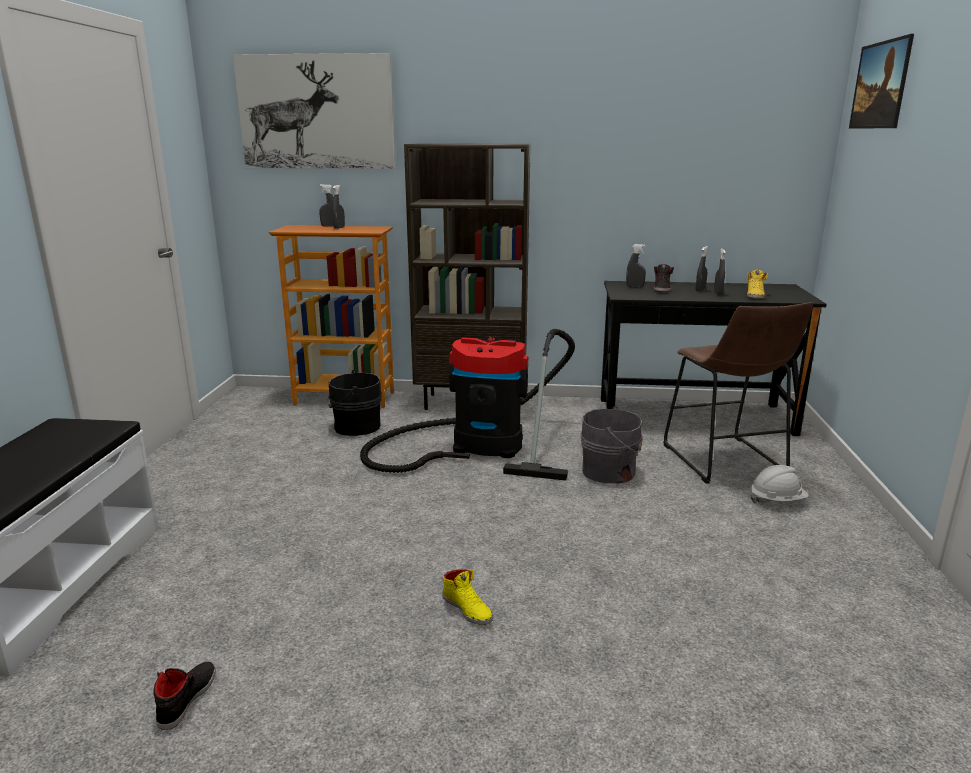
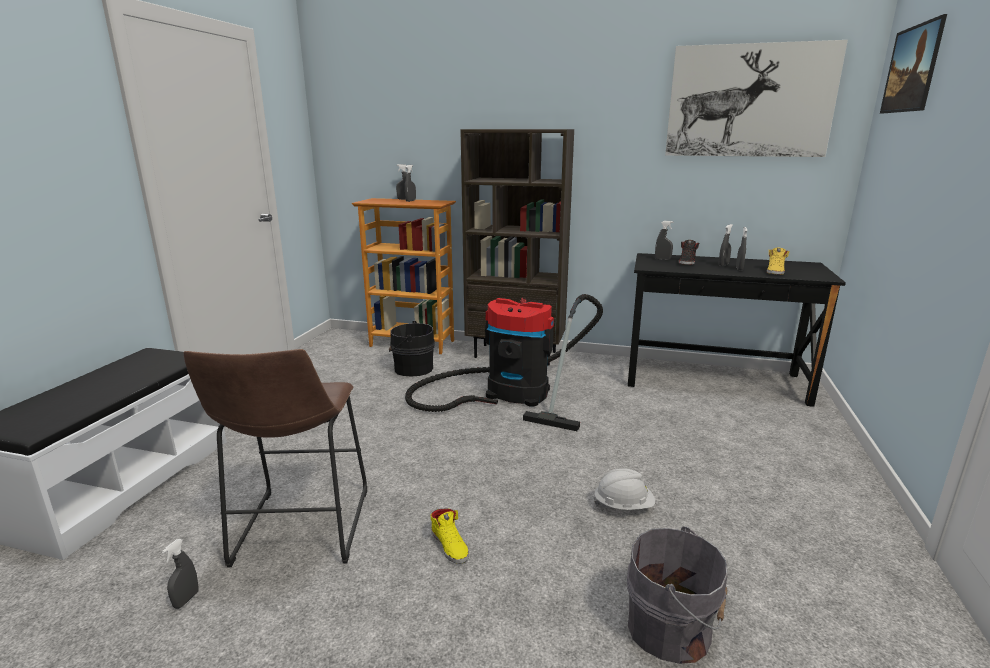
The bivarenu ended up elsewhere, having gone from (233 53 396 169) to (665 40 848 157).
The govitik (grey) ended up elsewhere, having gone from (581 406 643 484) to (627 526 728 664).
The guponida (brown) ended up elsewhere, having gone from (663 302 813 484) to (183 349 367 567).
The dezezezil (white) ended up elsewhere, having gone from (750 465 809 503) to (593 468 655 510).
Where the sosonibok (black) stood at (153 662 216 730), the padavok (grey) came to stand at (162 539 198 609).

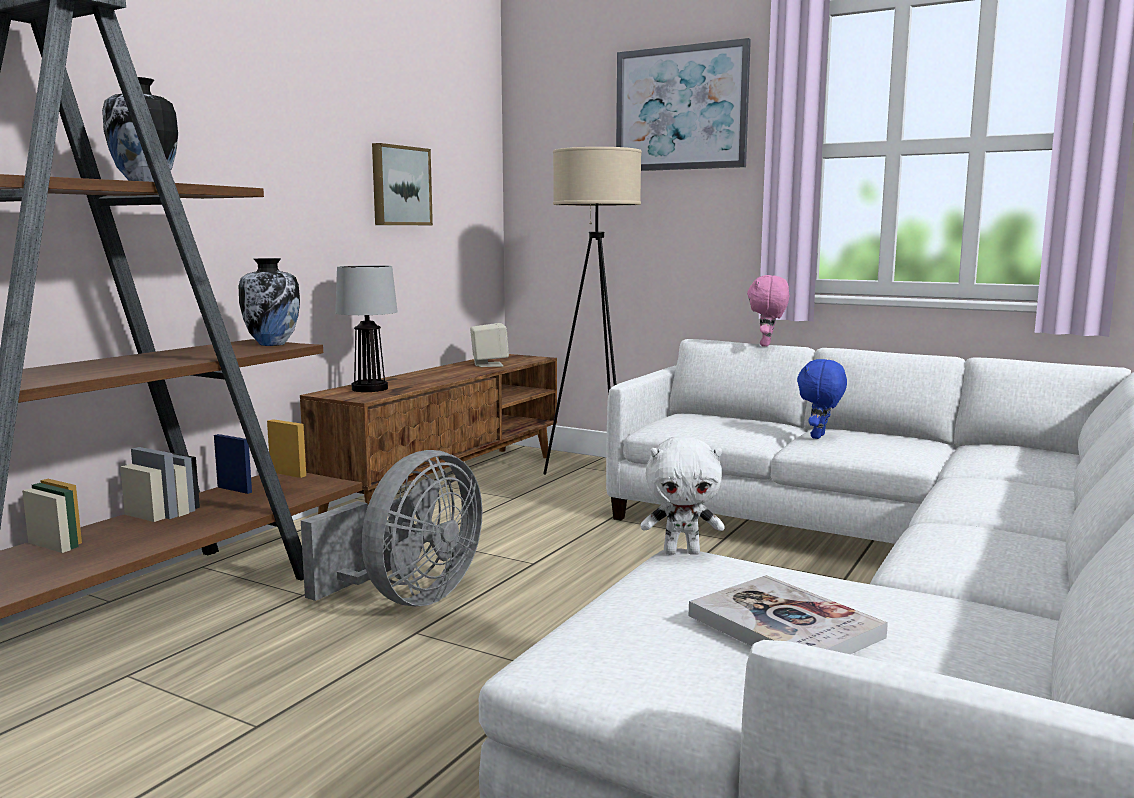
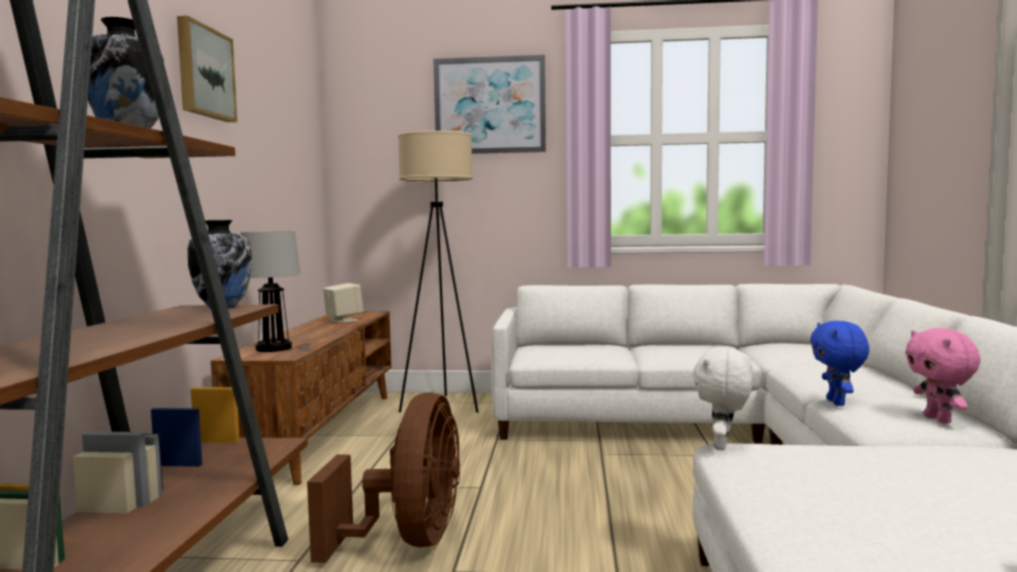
The second view lost the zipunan at (689 575 888 654).
The bivarenu ended up elsewhere, having gone from (372 143 433 225) to (177 16 237 122).
The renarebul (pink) ended up elsewhere, having gone from (747 275 789 347) to (905 328 980 423).
The renarebul (blue) ended up elsewhere, having gone from (797 359 847 439) to (810 321 869 406).
What was the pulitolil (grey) at (301 450 483 606) turned into the pulitolil (brown) at (307 393 460 563).
The renarebul (white) at (641 436 725 555) ended up facing another way, 135 degrees clockwise from before.

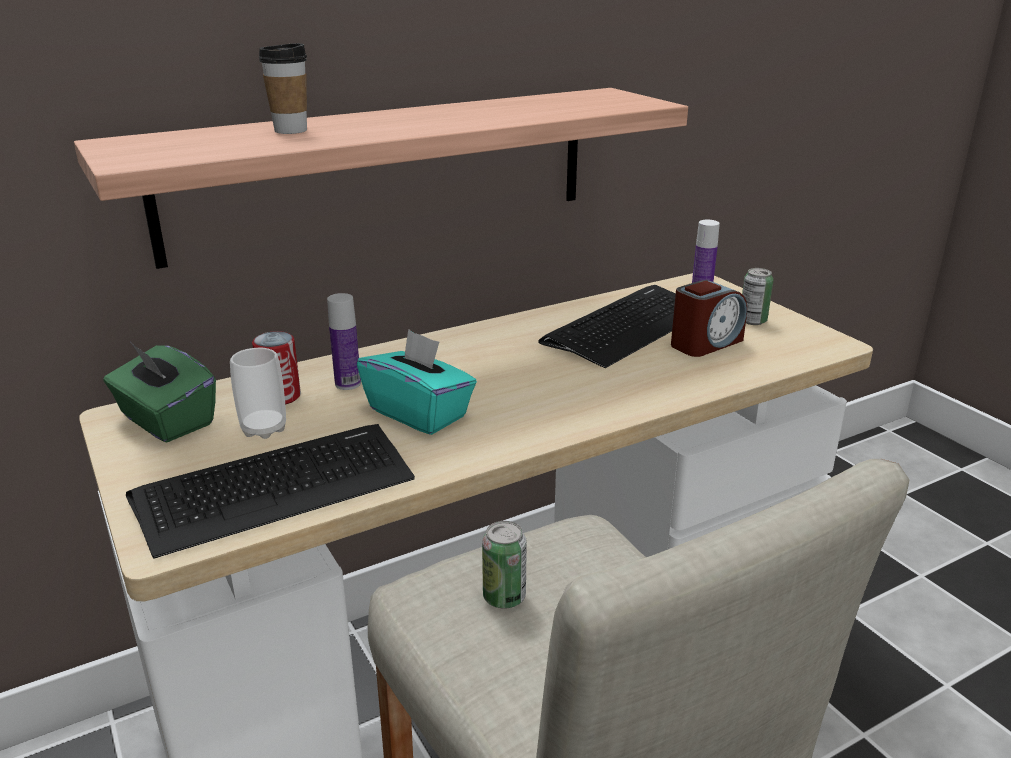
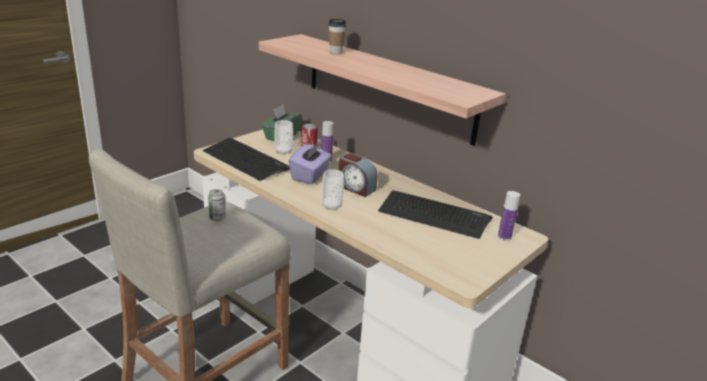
The second view lost the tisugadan at (742 268 773 325).
The second view gained the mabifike at (322 169 344 210).
The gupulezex ended up elsewhere, having gone from (671 280 747 357) to (339 153 377 197).
What was the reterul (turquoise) at (357 329 477 435) turned into the reterul (purple) at (288 142 332 184).

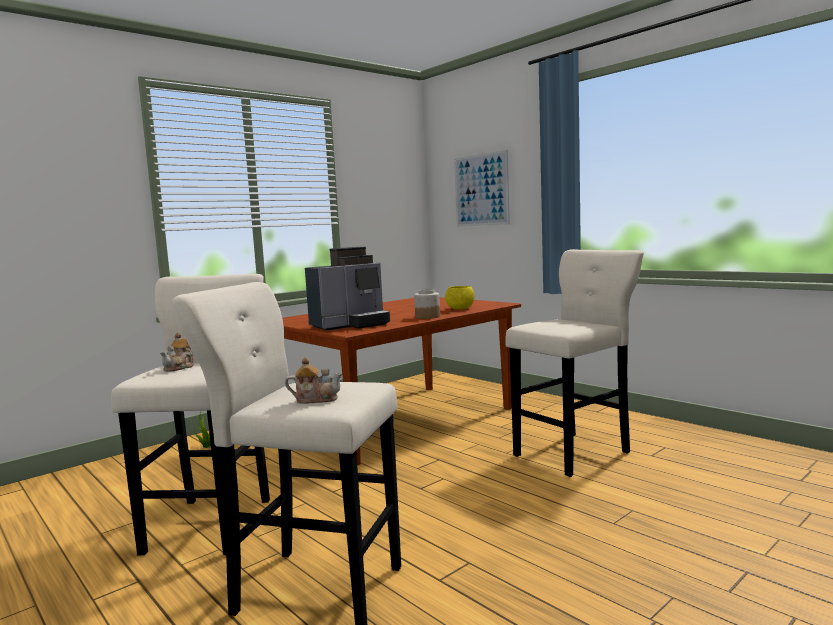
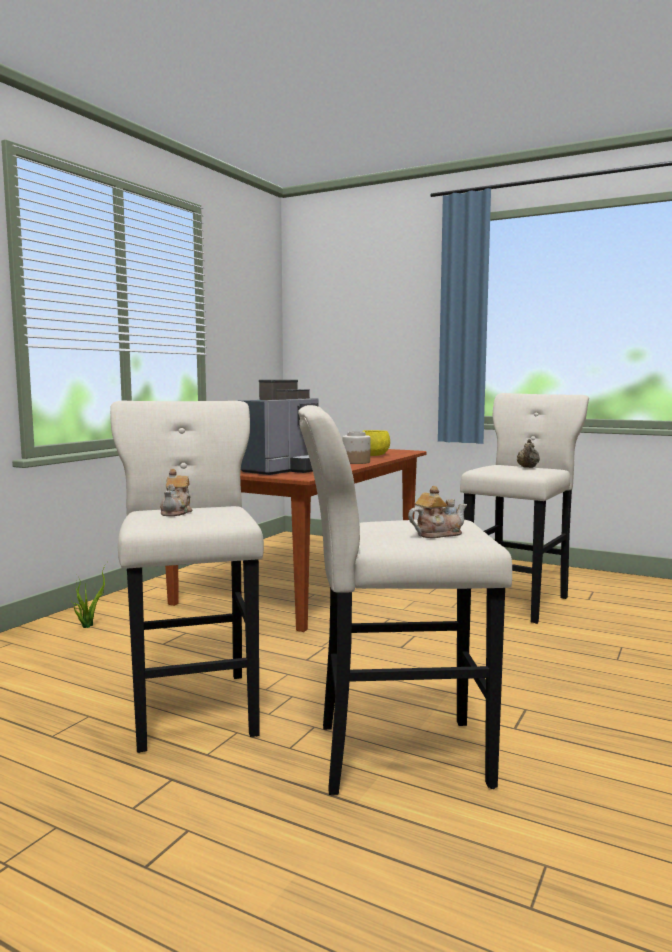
The second view lost the bivarenu at (454 150 510 227).
The second view gained the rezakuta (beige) at (517 439 540 468).

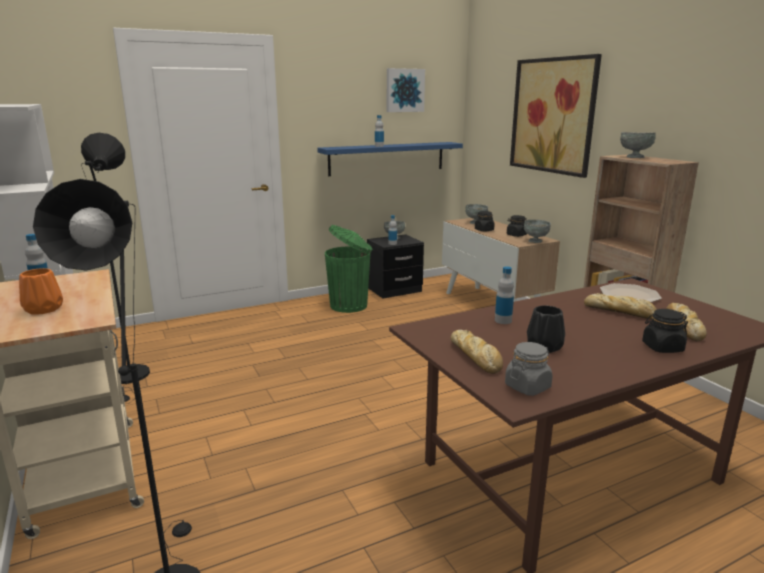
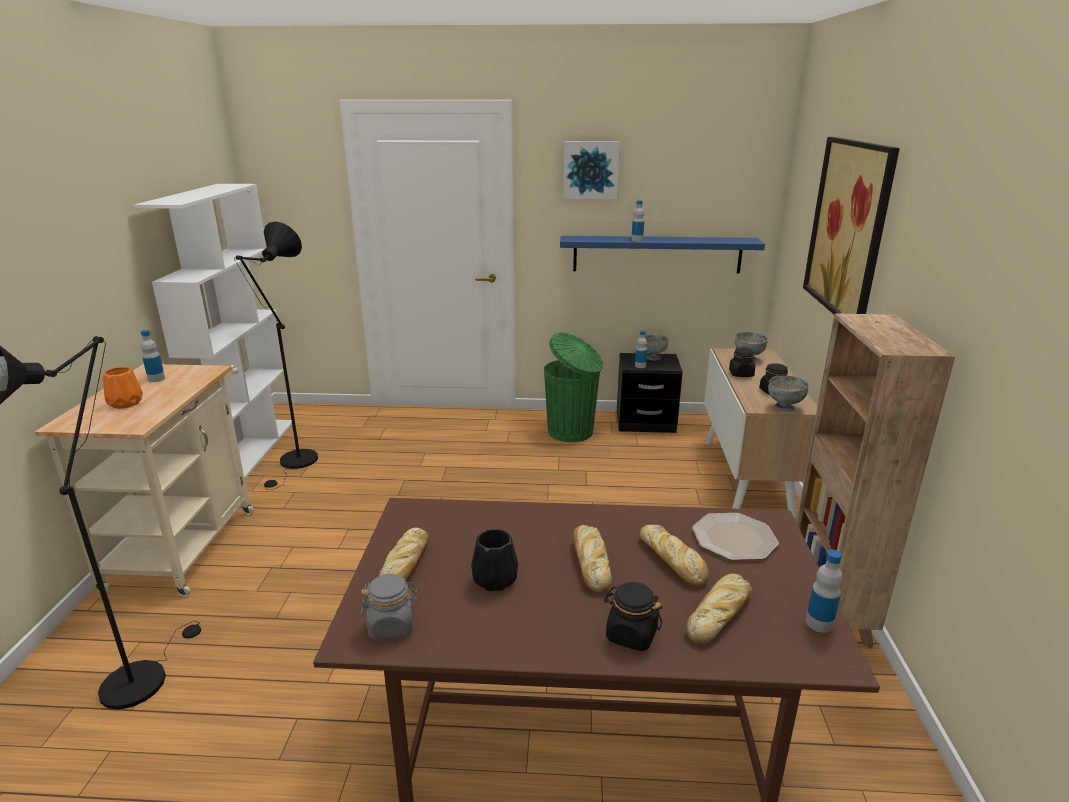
The second view lost the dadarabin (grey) at (620 132 656 158).
The second view gained the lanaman at (573 525 612 594).
The bivarenu ended up elsewhere, having gone from (387 68 425 112) to (563 141 620 199).
The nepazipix ended up elsewhere, having gone from (495 267 514 324) to (806 550 842 633).

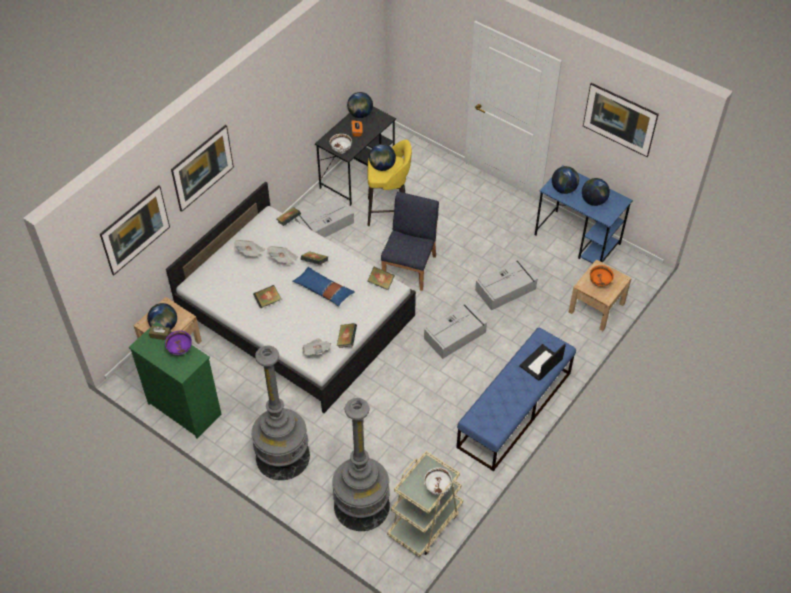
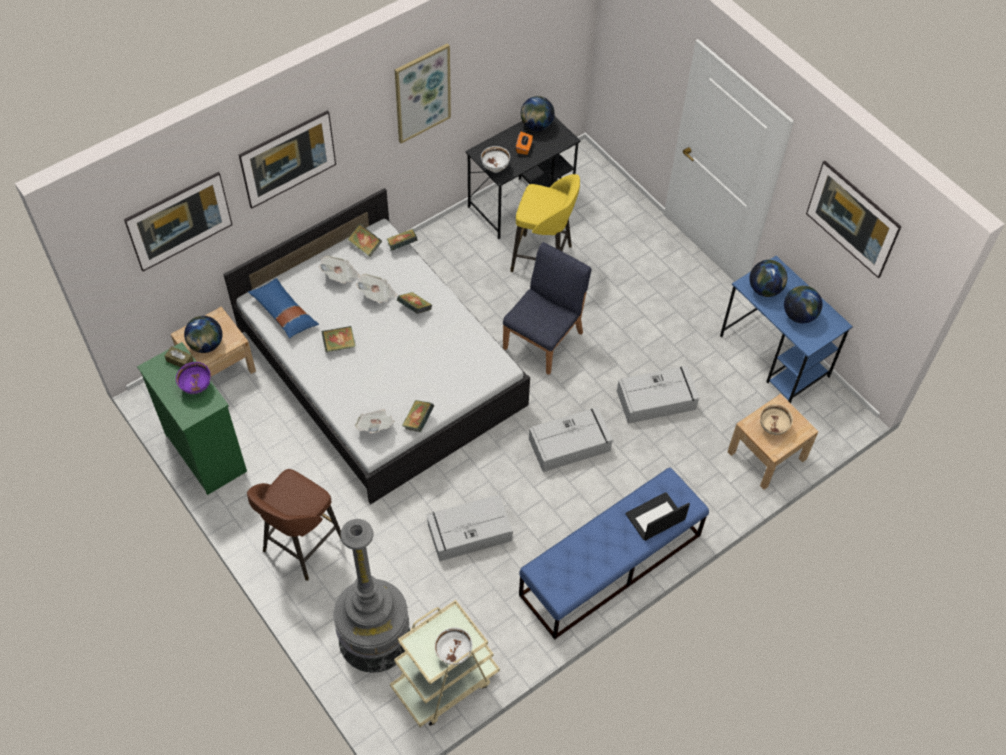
The second view lost the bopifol at (369 144 396 171).
The second view gained the bivarenu at (395 43 451 144).
The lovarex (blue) ended up elsewhere, having gone from (293 267 355 306) to (248 278 319 339).
The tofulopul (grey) ended up elsewhere, having gone from (295 196 354 238) to (426 495 513 561).
The zipunan ended up elsewhere, having gone from (368 266 395 290) to (347 224 382 257).
Where the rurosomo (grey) stood at (251 346 310 480), the guponida (brown) came to stand at (247 469 341 581).
What was the dadarabin (orange) at (590 265 614 287) turned into the dadarabin (beige) at (760 404 793 435).

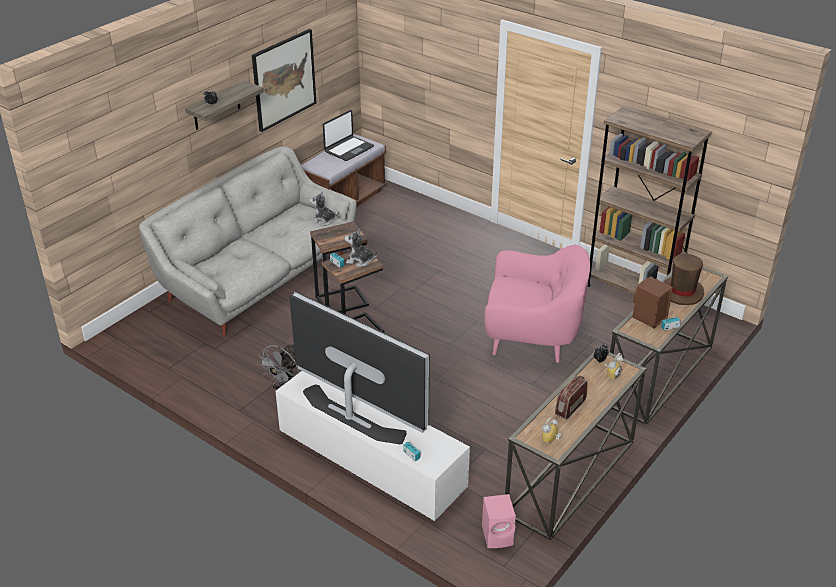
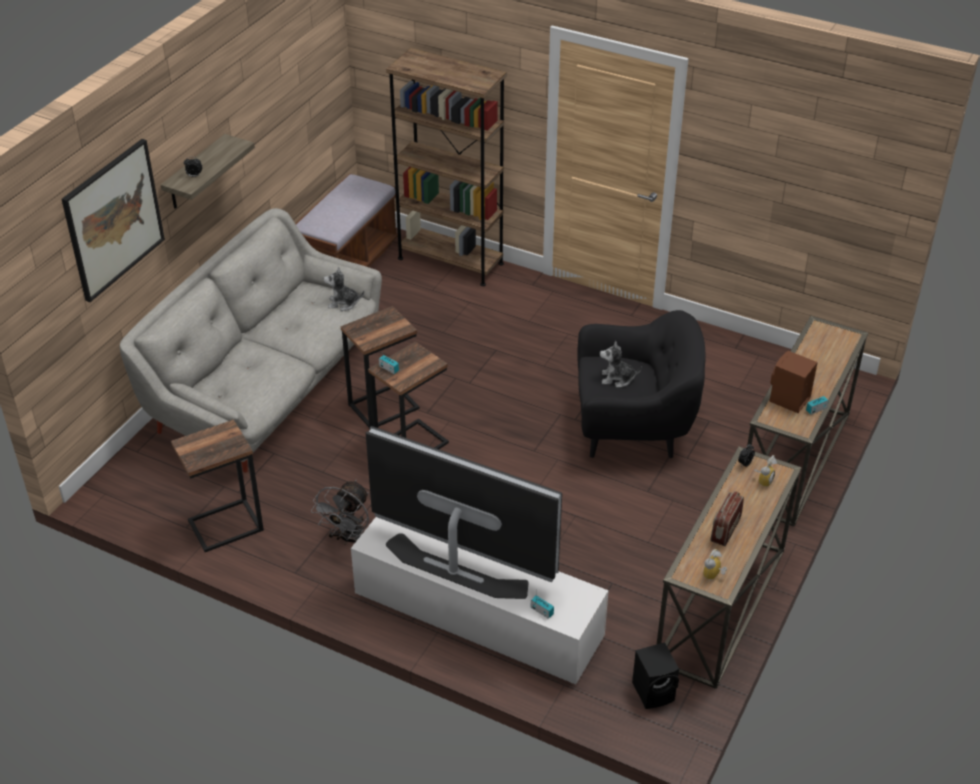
The second view lost the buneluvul at (323 110 374 161).
The second view lost the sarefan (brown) at (663 254 704 305).
The second view gained the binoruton at (171 419 264 552).
The bivarenu ended up elsewhere, having gone from (252 29 316 132) to (61 139 165 302).
The renarebul ended up elsewhere, having gone from (345 229 378 267) to (600 340 642 388).
The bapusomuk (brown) ended up elsewhere, having gone from (588 105 712 294) to (386 48 507 286).
What was the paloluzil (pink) at (482 494 516 548) turned into the paloluzil (black) at (632 642 679 709).
What was the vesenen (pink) at (484 245 590 363) turned into the vesenen (black) at (577 310 706 458).

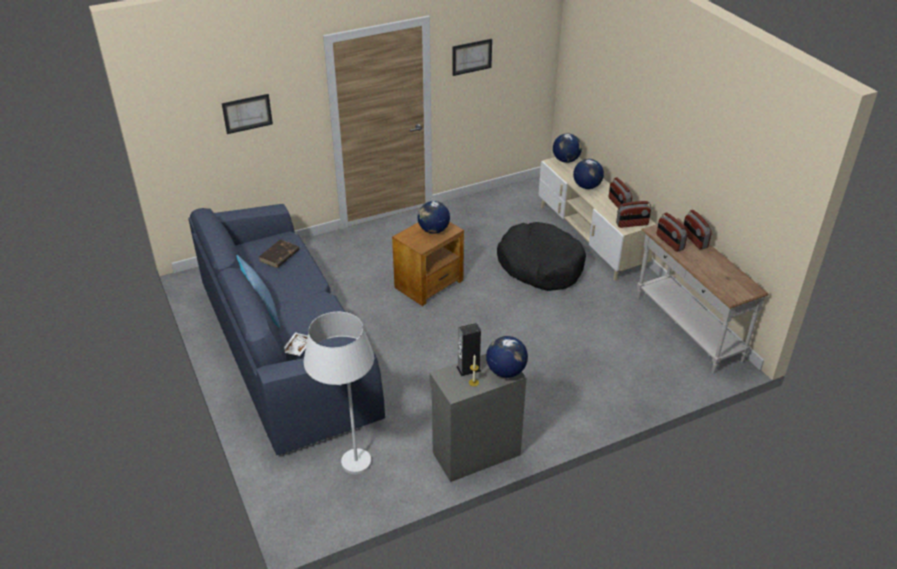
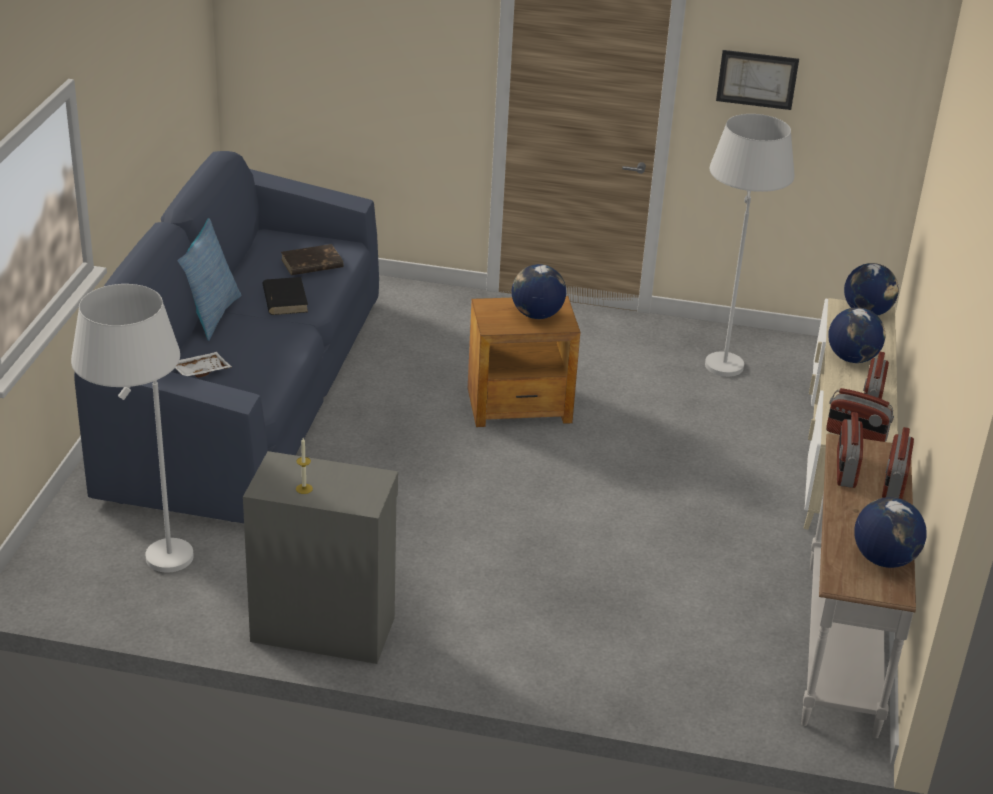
The second view lost the bivarenu at (222 94 273 134).
The second view lost the paloluzil at (457 323 481 376).
The second view lost the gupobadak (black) at (497 222 586 291).
The second view gained the zipunan (black) at (263 277 308 315).
The second view gained the rurosomo (white) at (705 114 795 377).
The bopifol ended up elsewhere, having gone from (486 336 528 378) to (854 497 927 568).

